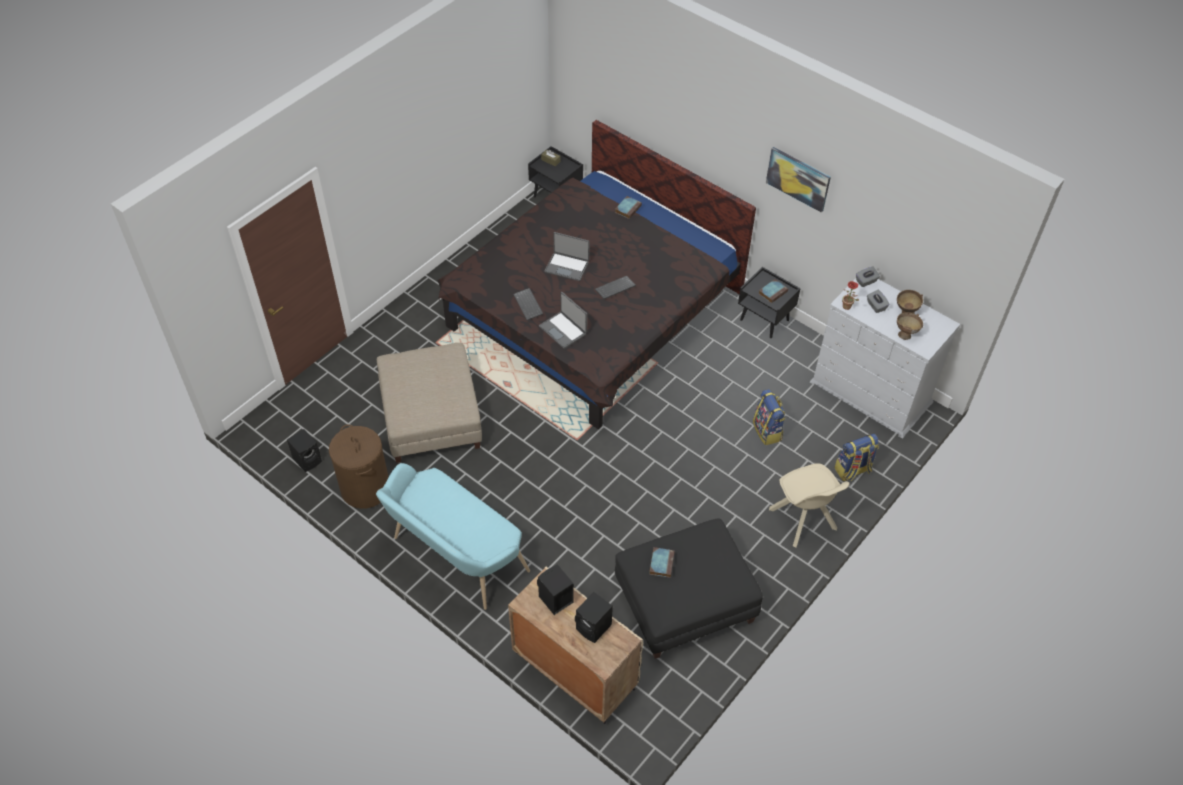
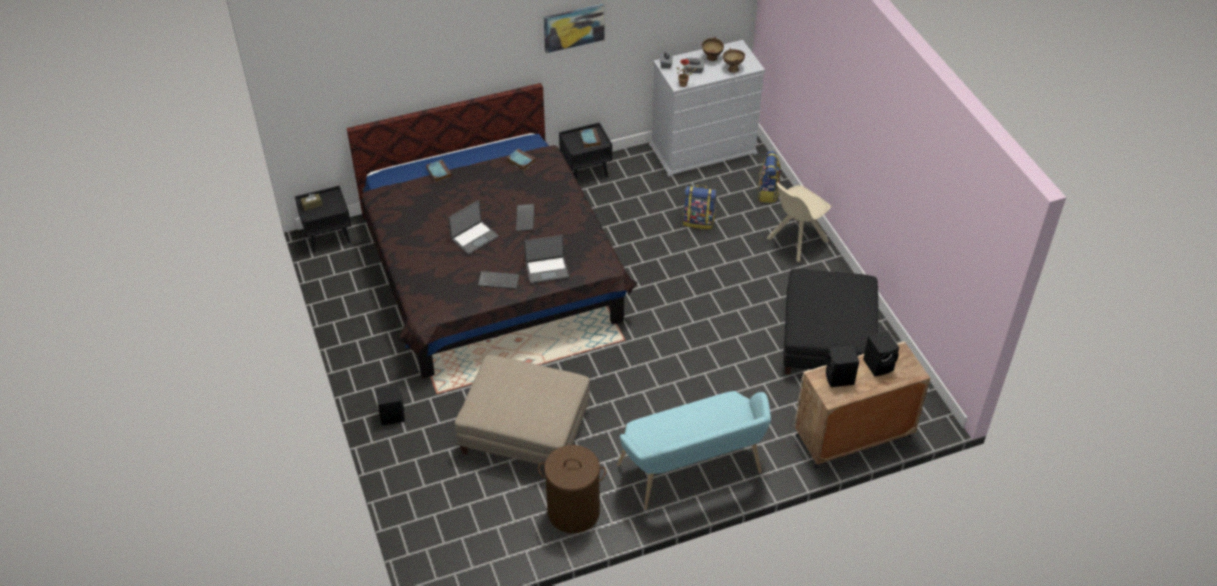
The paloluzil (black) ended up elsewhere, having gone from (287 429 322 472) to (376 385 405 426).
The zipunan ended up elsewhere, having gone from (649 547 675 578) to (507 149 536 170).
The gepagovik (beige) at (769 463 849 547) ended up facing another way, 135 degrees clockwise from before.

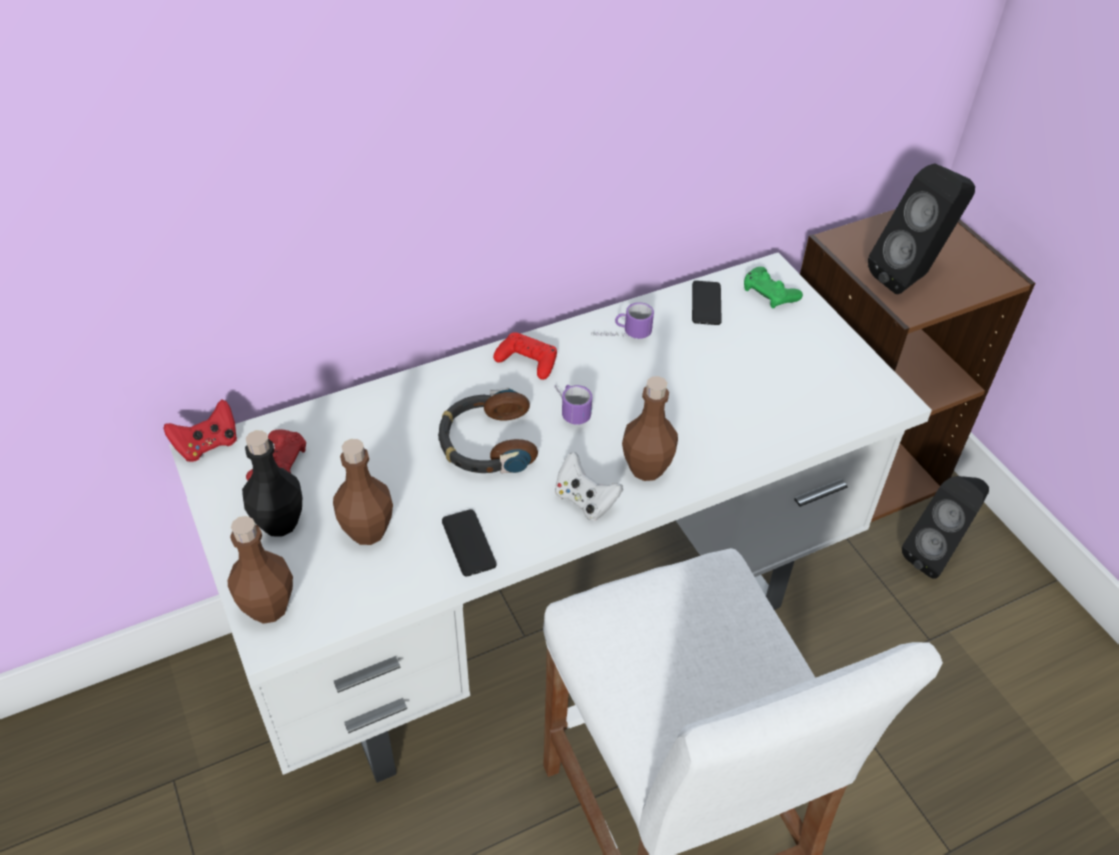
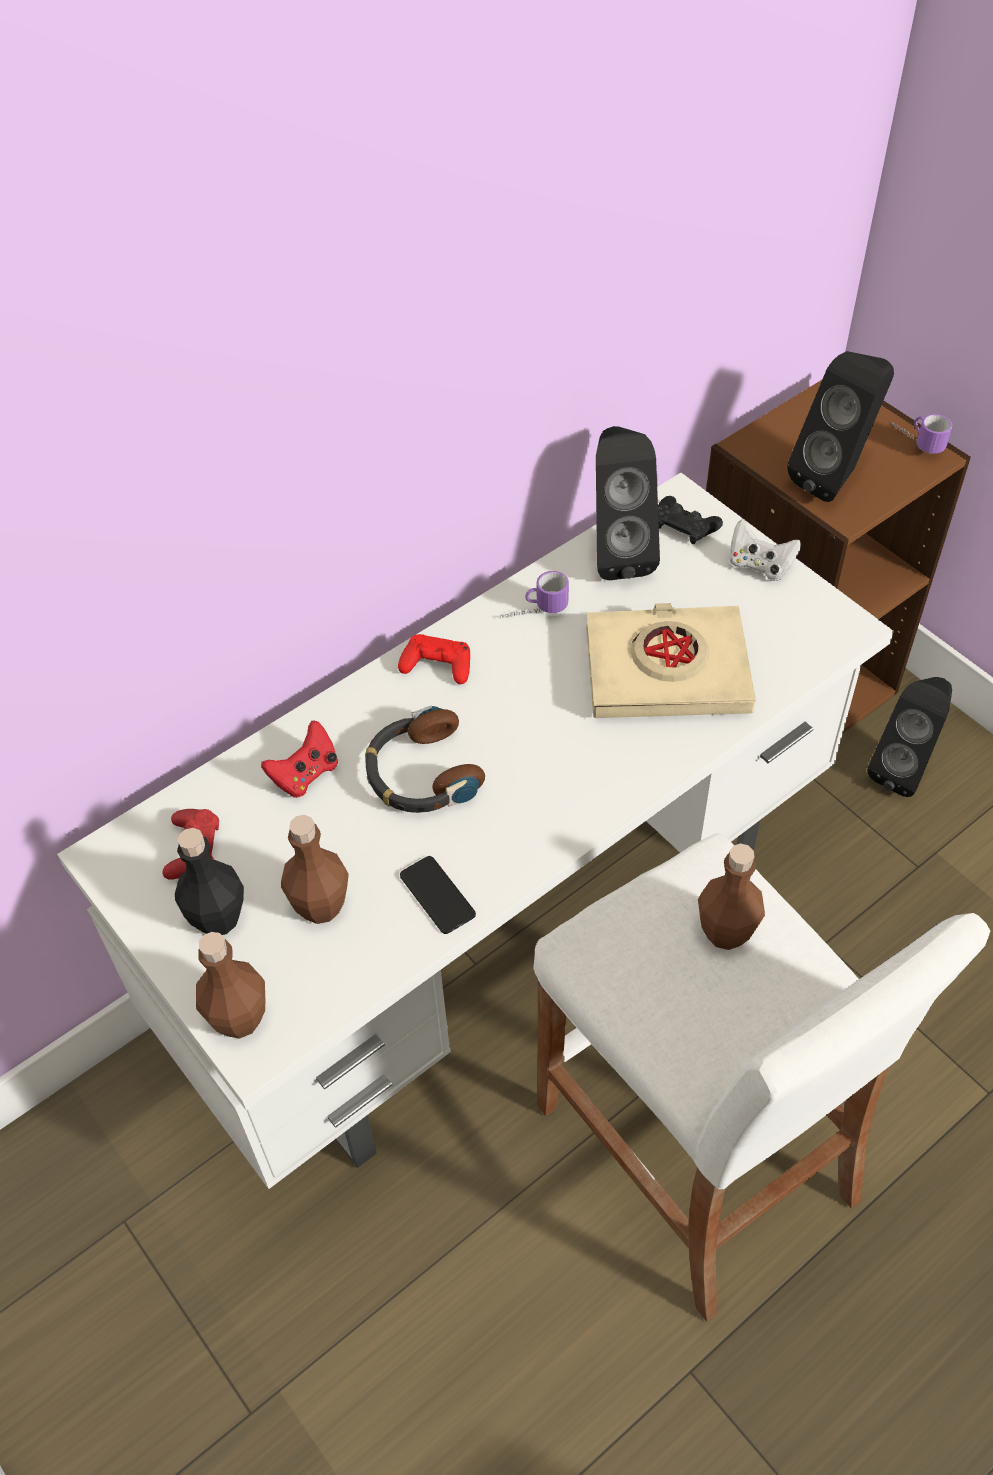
The second view gained the zipunan (beige) at (586 603 756 718).
The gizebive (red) ended up elsewhere, having gone from (163 399 237 462) to (261 720 338 798).
The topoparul ended up elsewhere, having gone from (555 385 592 425) to (892 414 952 454).
The gizebive (white) ended up elsewhere, having gone from (555 452 623 520) to (730 519 801 581).
The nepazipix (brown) ended up elsewhere, having gone from (622 376 678 481) to (698 843 765 950).
Where the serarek stood at (692 281 722 325), the paloluzil (black) came to stand at (596 426 660 580).
What was the gizebive (green) at (744 267 803 309) turned into the gizebive (black) at (658 496 723 544).

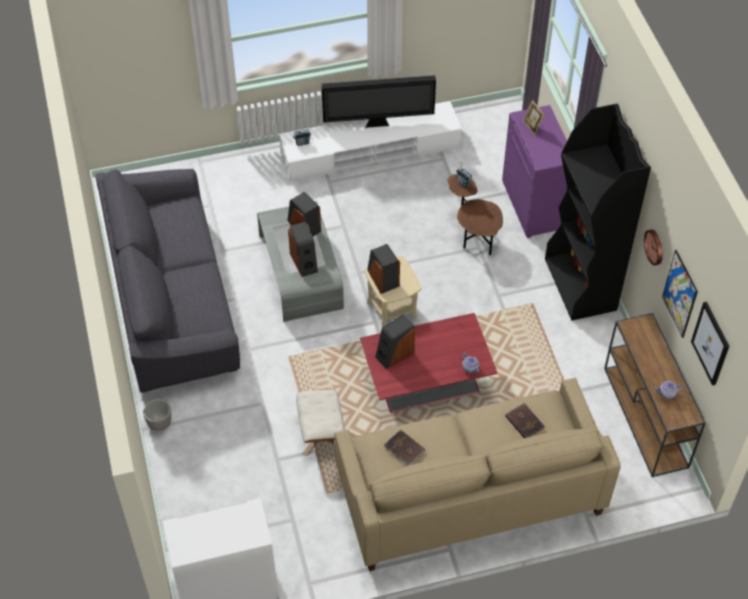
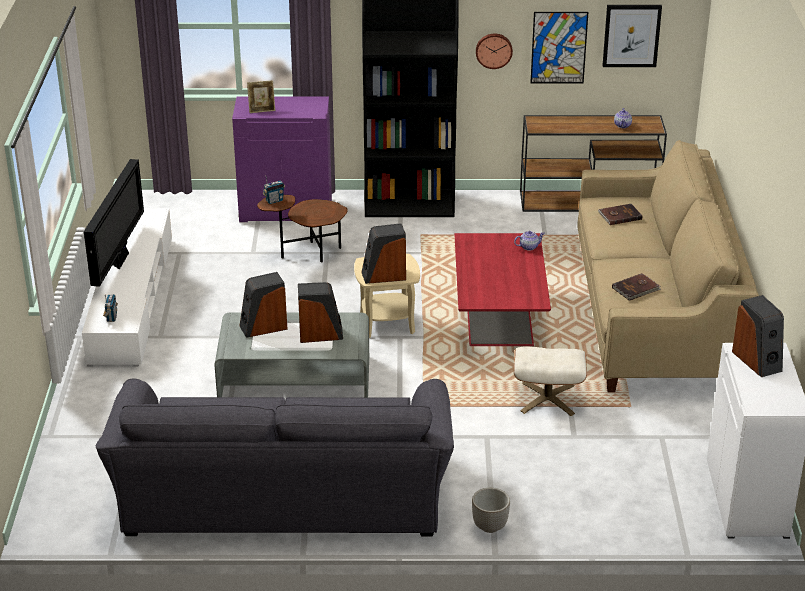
The paloluzil ended up elsewhere, having gone from (375 314 415 369) to (732 295 784 377).

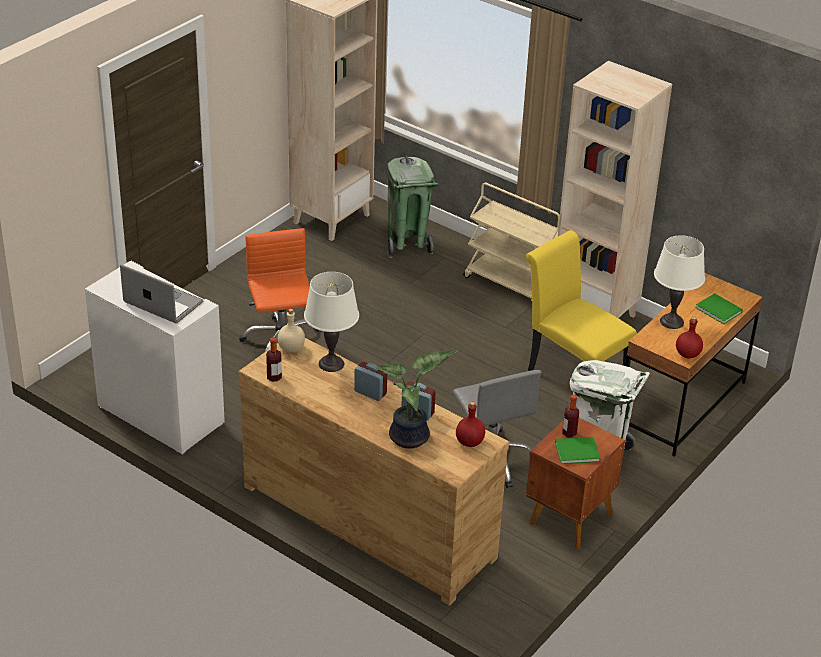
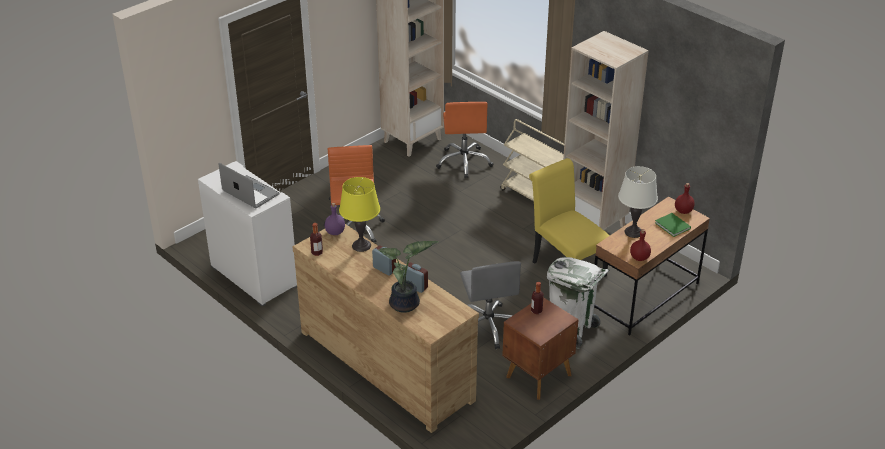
The second view lost the zipunan (green) at (555 437 600 464).
The nepazipix (red) ended up elsewhere, having gone from (456 402 485 447) to (675 183 695 214).
Where the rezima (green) stood at (386 156 439 258), the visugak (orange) came to stand at (436 102 493 178).
What was the nepazipix (beige) at (278 309 305 352) turned into the nepazipix (purple) at (325 203 345 235).
What was the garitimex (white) at (304 272 359 372) turned into the garitimex (yellow) at (339 177 380 252).

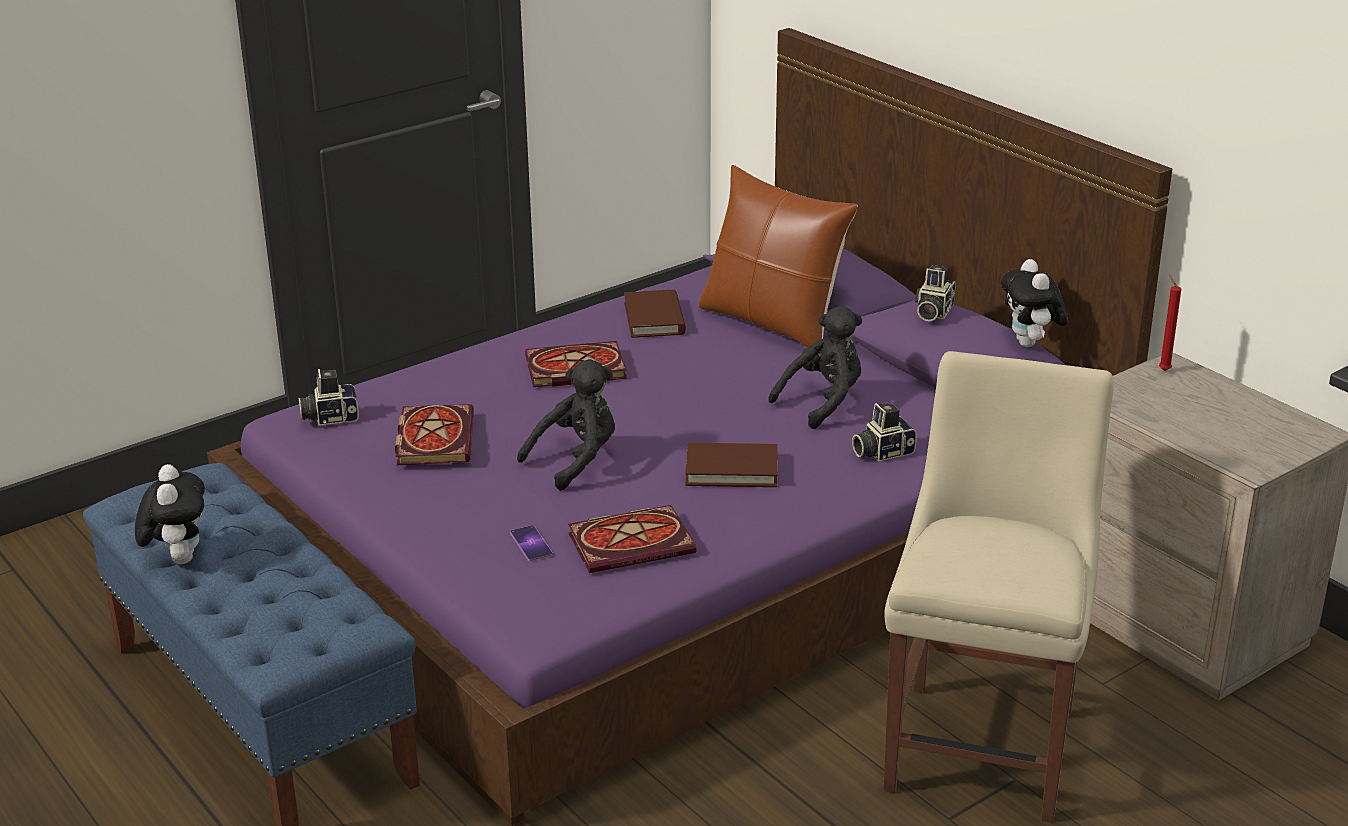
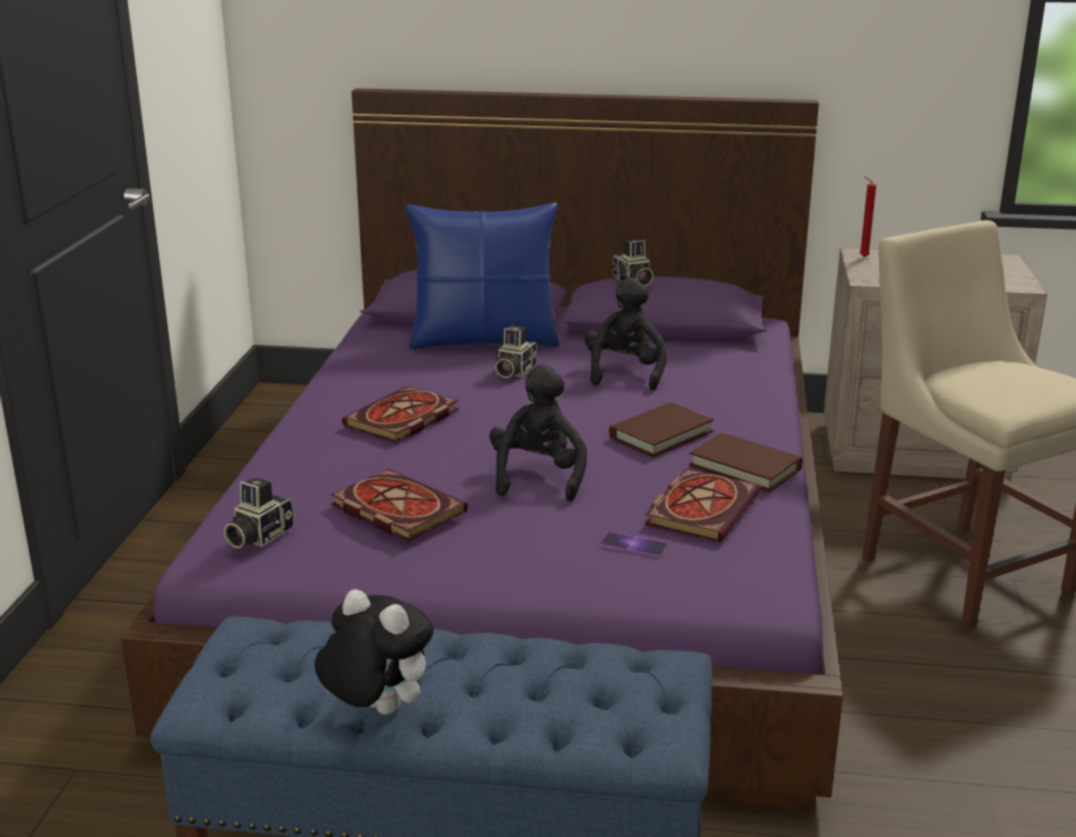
The second view lost the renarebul at (1001 259 1068 347).
The zipunan (brown) ended up elsewhere, having gone from (624 290 686 338) to (689 433 803 492).
The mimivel ended up elsewhere, having gone from (852 403 917 462) to (495 326 537 378).
What was the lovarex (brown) at (699 165 858 353) turned into the lovarex (blue) at (405 203 559 349).

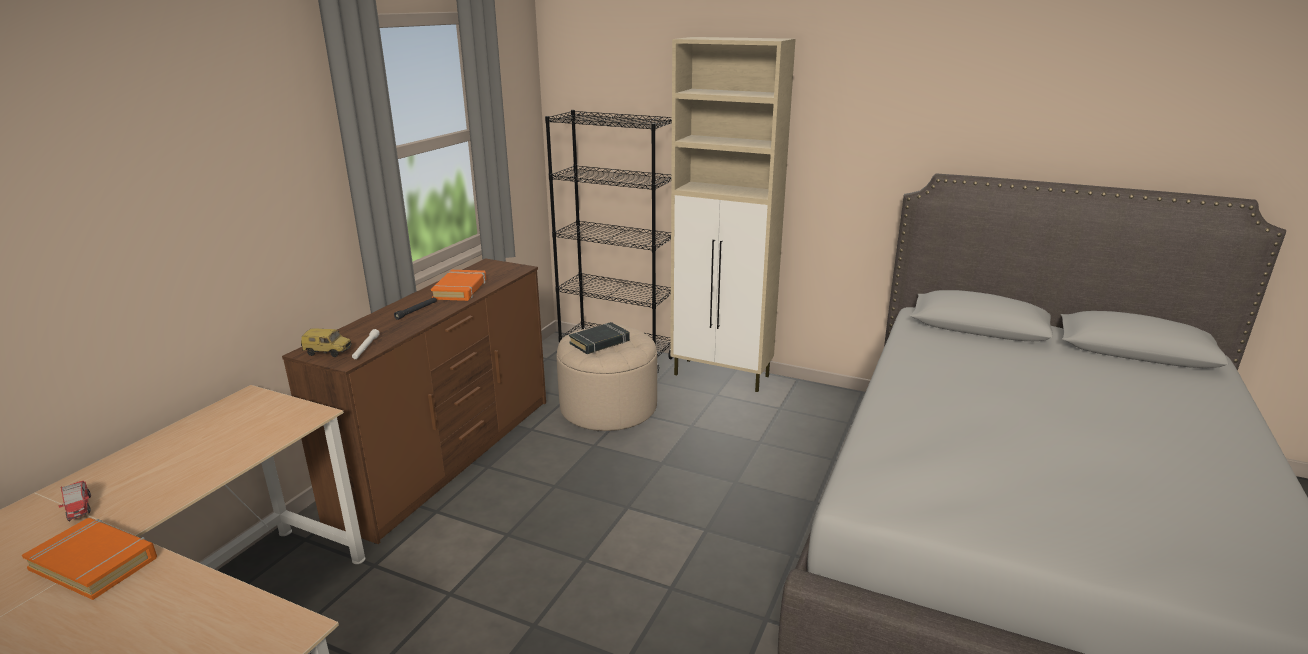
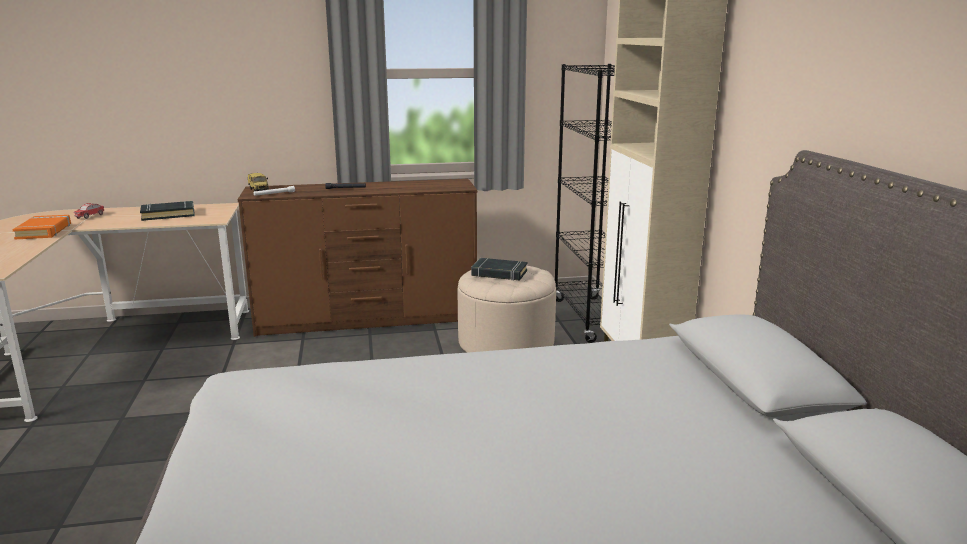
The second view lost the zipunan (orange) at (431 270 486 301).
The second view gained the zipunan (black) at (140 201 195 221).

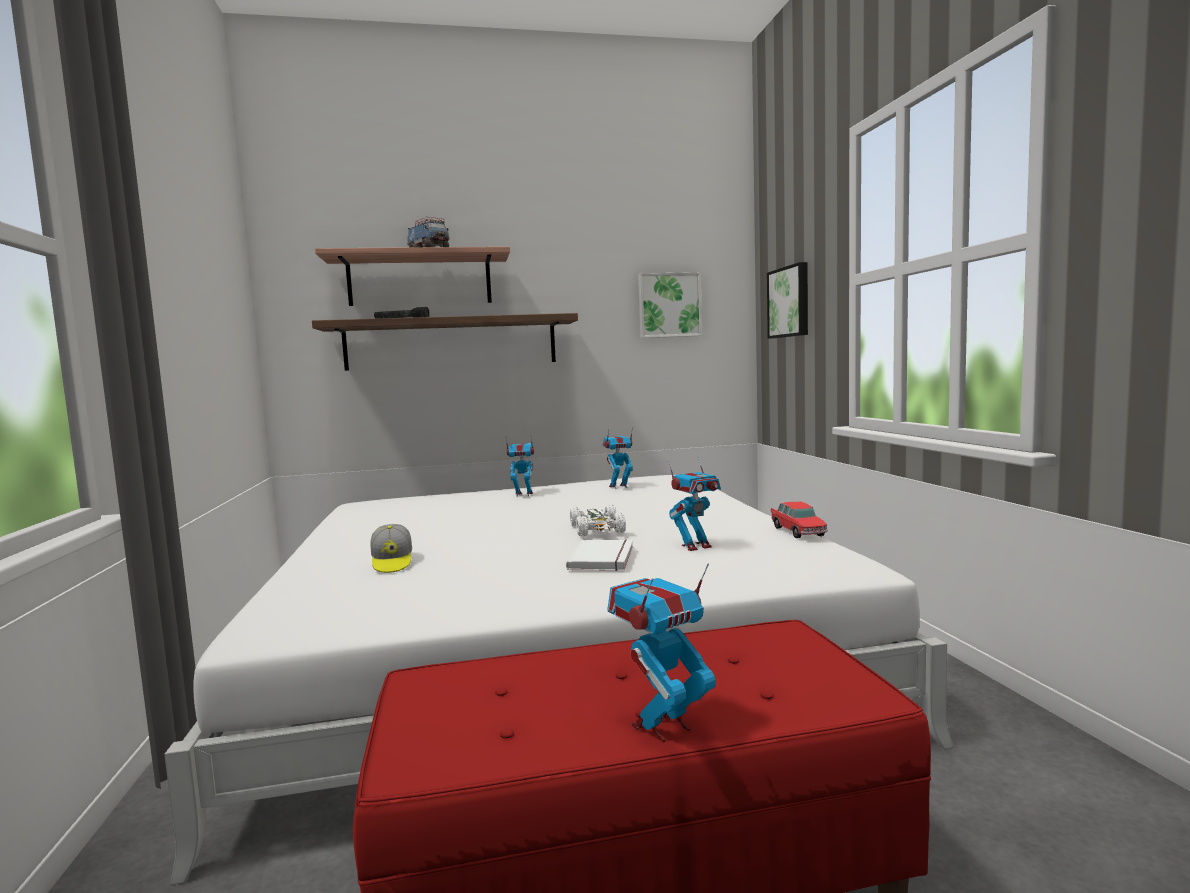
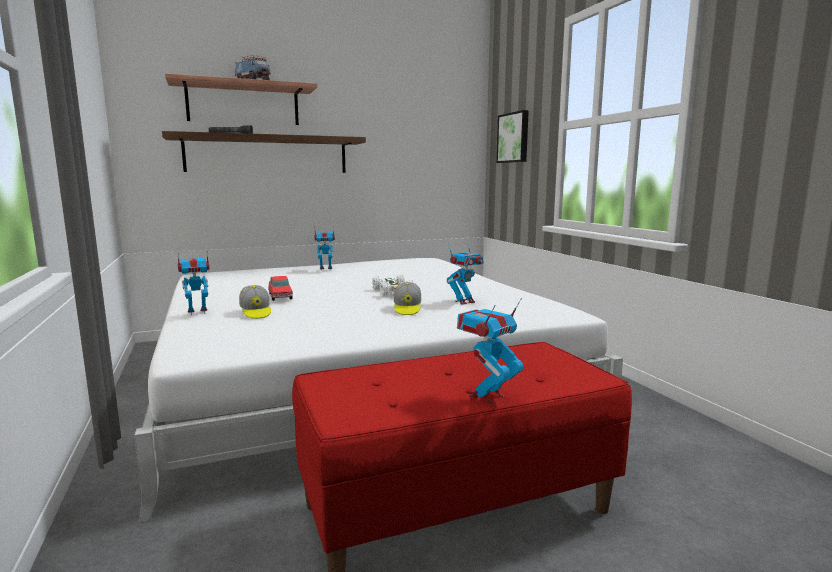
The second view lost the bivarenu at (638 272 702 338).
The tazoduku ended up elsewhere, having gone from (603 427 633 489) to (178 255 209 315).
The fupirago ended up elsewhere, having gone from (771 502 828 538) to (268 276 293 301).
Where the zipunan (white) stood at (566 539 634 571), the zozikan came to stand at (394 282 421 315).

